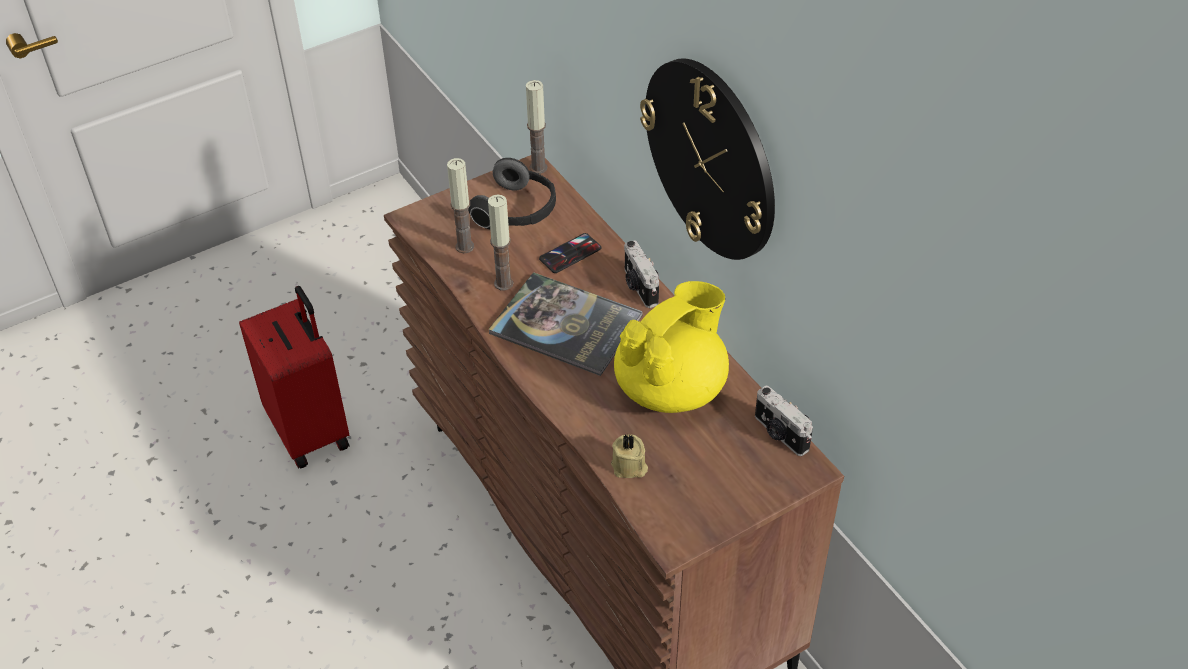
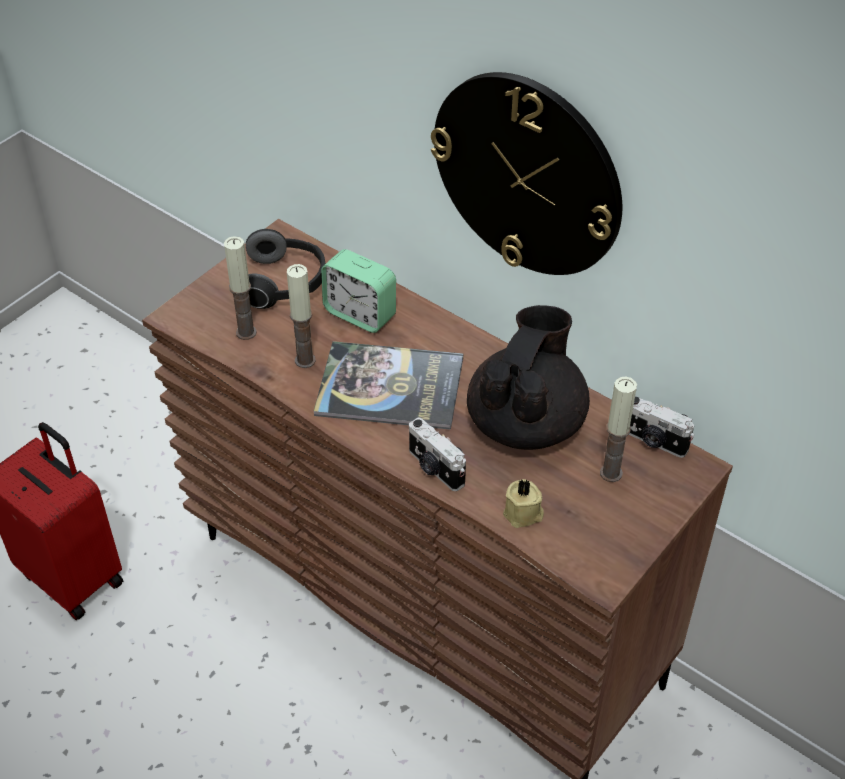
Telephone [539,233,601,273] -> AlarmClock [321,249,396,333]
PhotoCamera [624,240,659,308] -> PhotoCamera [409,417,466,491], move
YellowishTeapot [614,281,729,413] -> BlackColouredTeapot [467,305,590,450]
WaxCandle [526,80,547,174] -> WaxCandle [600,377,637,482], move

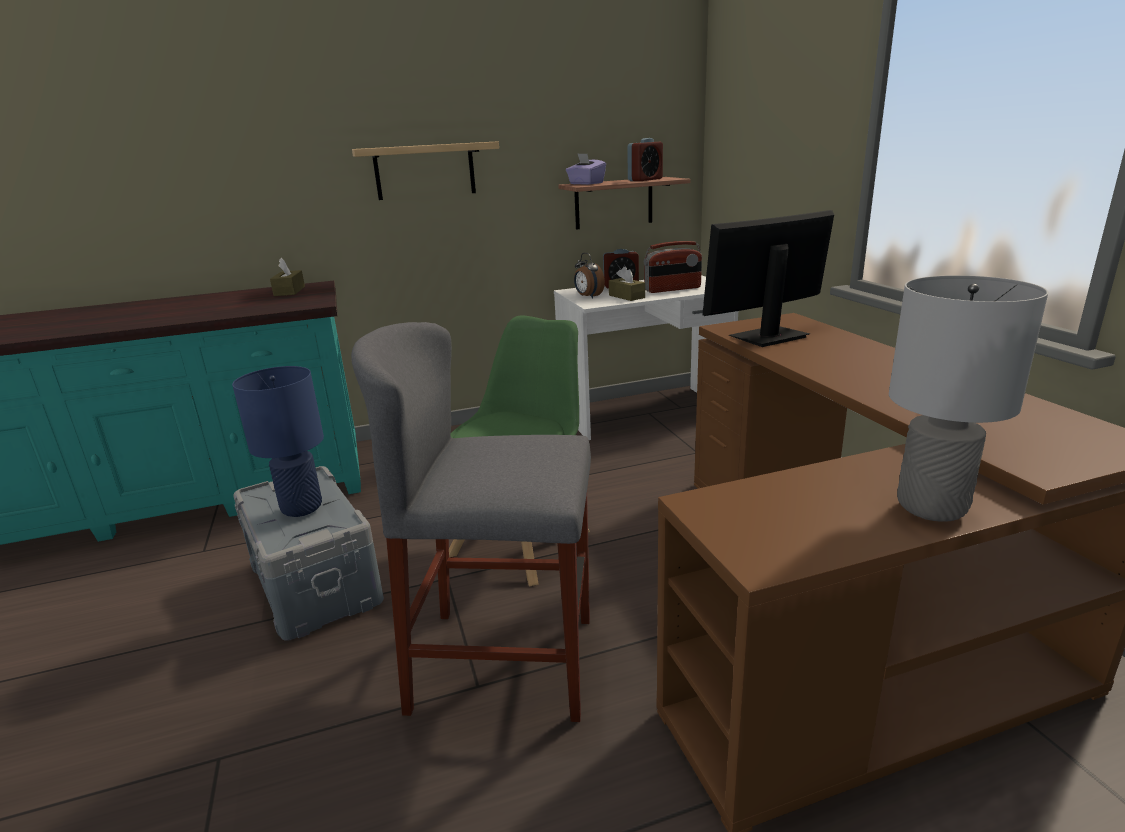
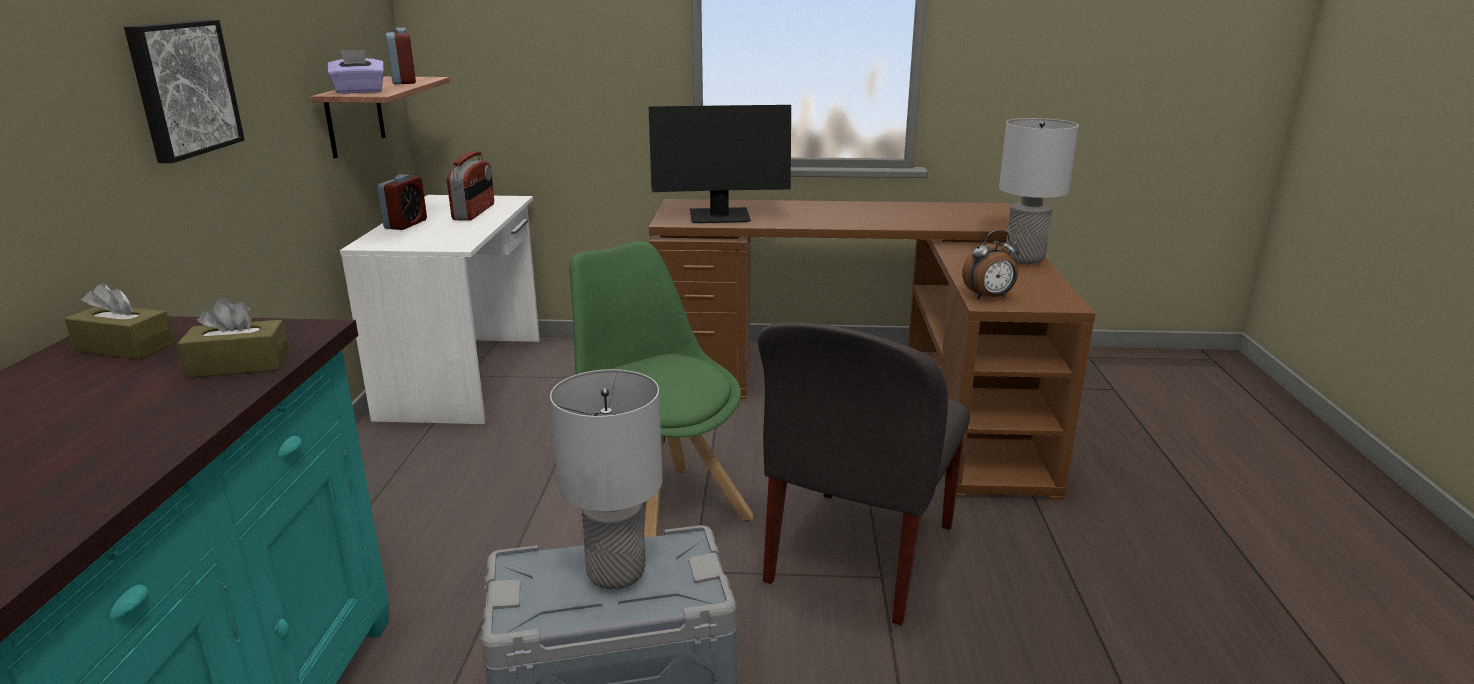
WallShelf [352,141,499,200] -> WallPicture [124,20,245,163]
BrownBoxOfTissues [609,266,645,301] -> BrownBoxOfTissues [177,298,289,378], move
BlueColouredTabletopLamp [232,366,324,517] -> GreyishTabletopLamp [550,369,662,589]
ComputerDisplay [702,210,834,347] -> ComputerDisplay [649,105,791,223], 90 degrees counterclockwise
GreyishStool [351,322,591,722] -> GreyishChair [758,322,970,625]
AlarmClock [574,253,605,299] -> AlarmClock [962,230,1019,299], move

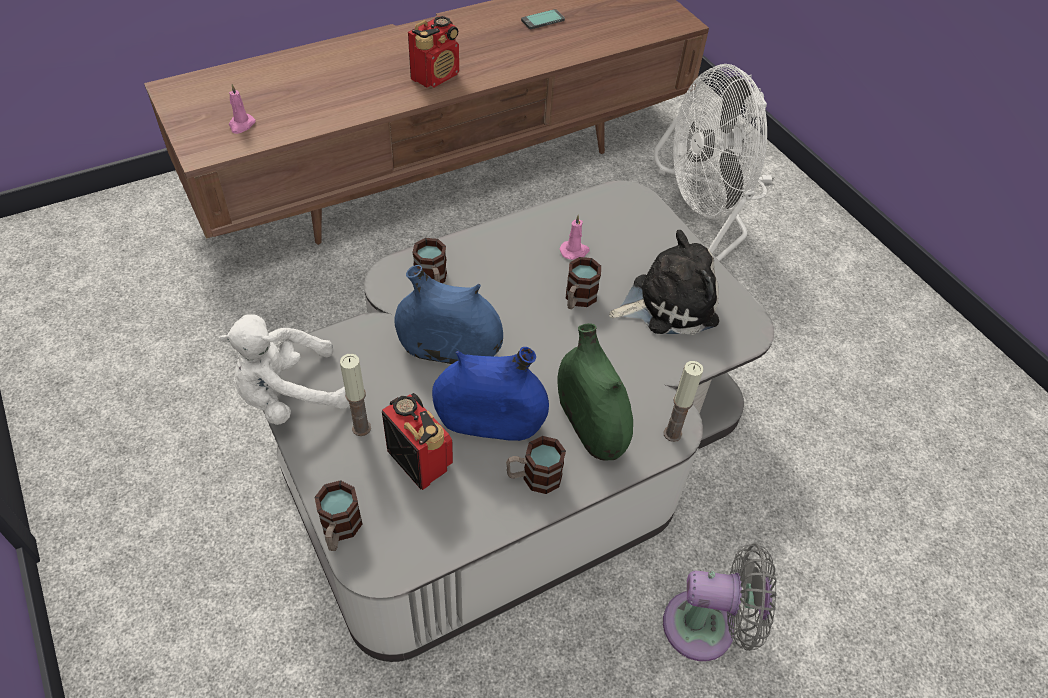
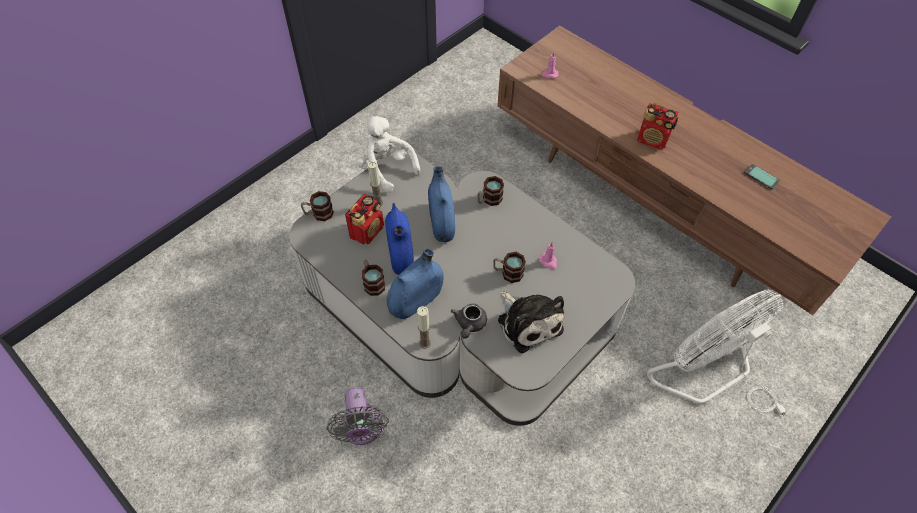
GreenishFlowerVase [558,323,633,461] -> BlueColouredFlowerVase [387,249,444,319]
none -> GreyishTeapot [451,304,487,339]

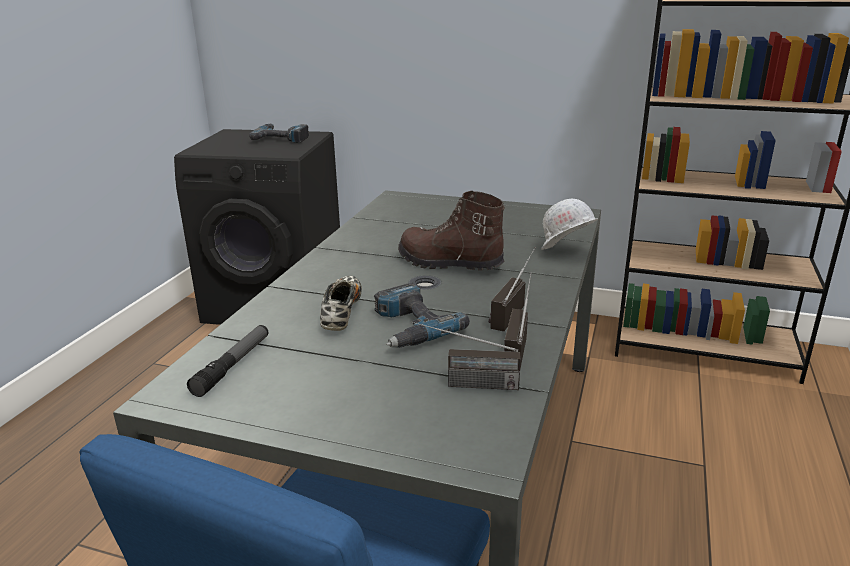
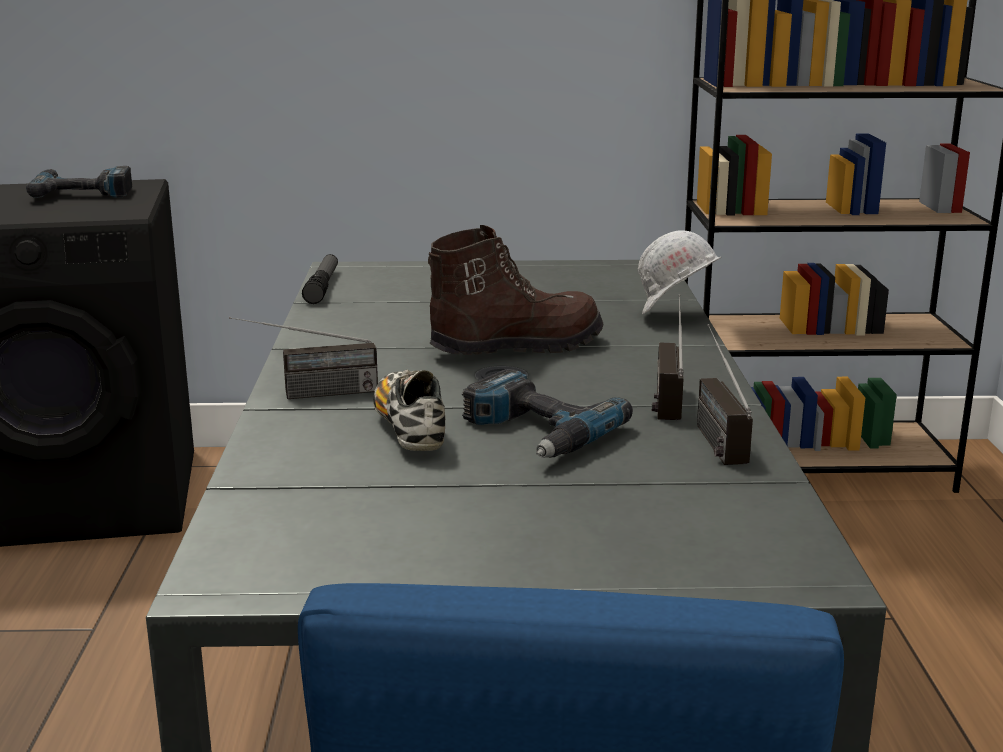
Radio [411,321,520,390] -> Radio [229,317,378,399], move
Flashlight [187,325,268,397] -> Flashlight [302,254,338,304], move
BrownHighTopBoot [398,191,505,270] -> BrownHighTopBoot [428,225,604,355], 150 degrees clockwise

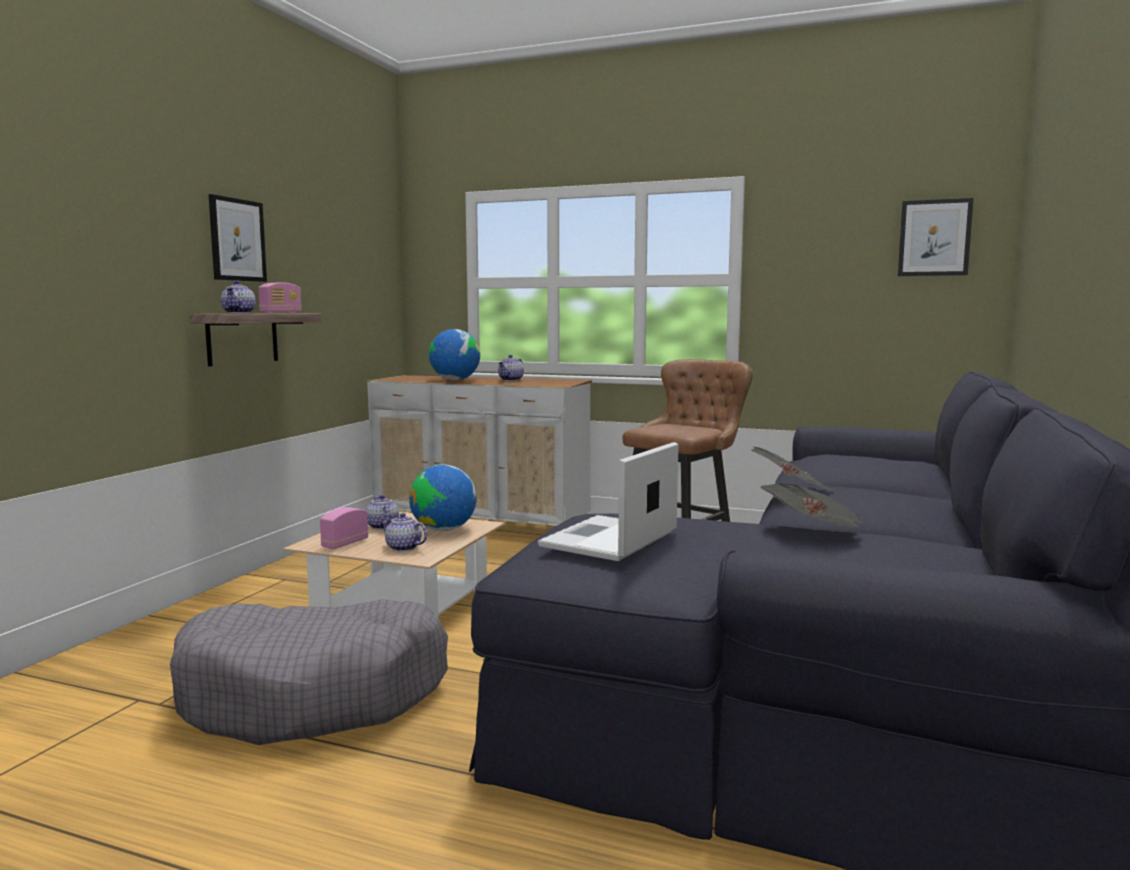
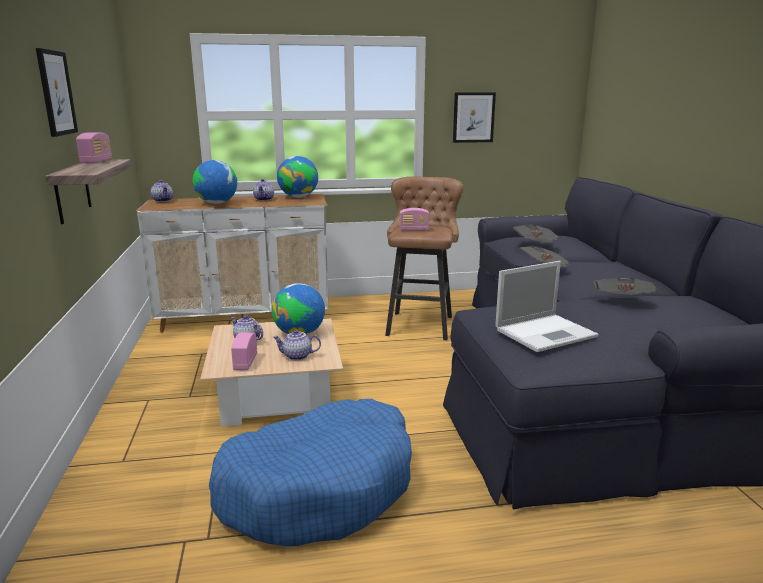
Teapot [221,281,256,313] -> Teapot [151,180,173,202], move
GreyishPetBed [170,599,448,745] -> BlueColouredPetBed [209,399,412,546]
none -> WorldGlobe [277,156,318,198]
none -> Radio [400,208,429,231]
WallPicture [898,198,974,276] -> WallPicture [453,92,496,143], move
NotebookComputer [538,442,678,561] -> NotebookComputer [495,261,599,352], 120 degrees counterclockwise
none -> Newspaper [513,225,559,242]

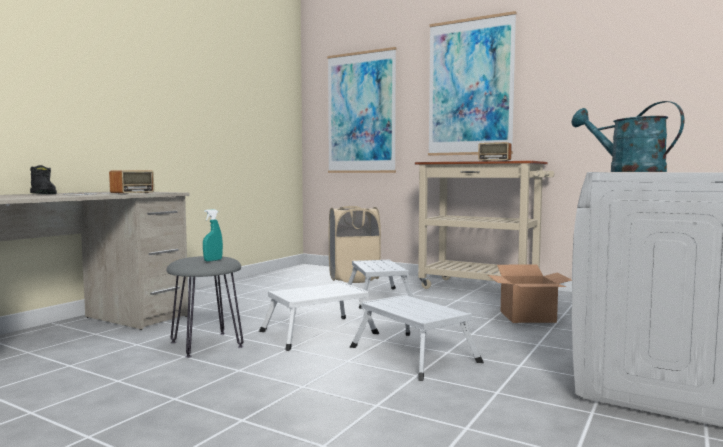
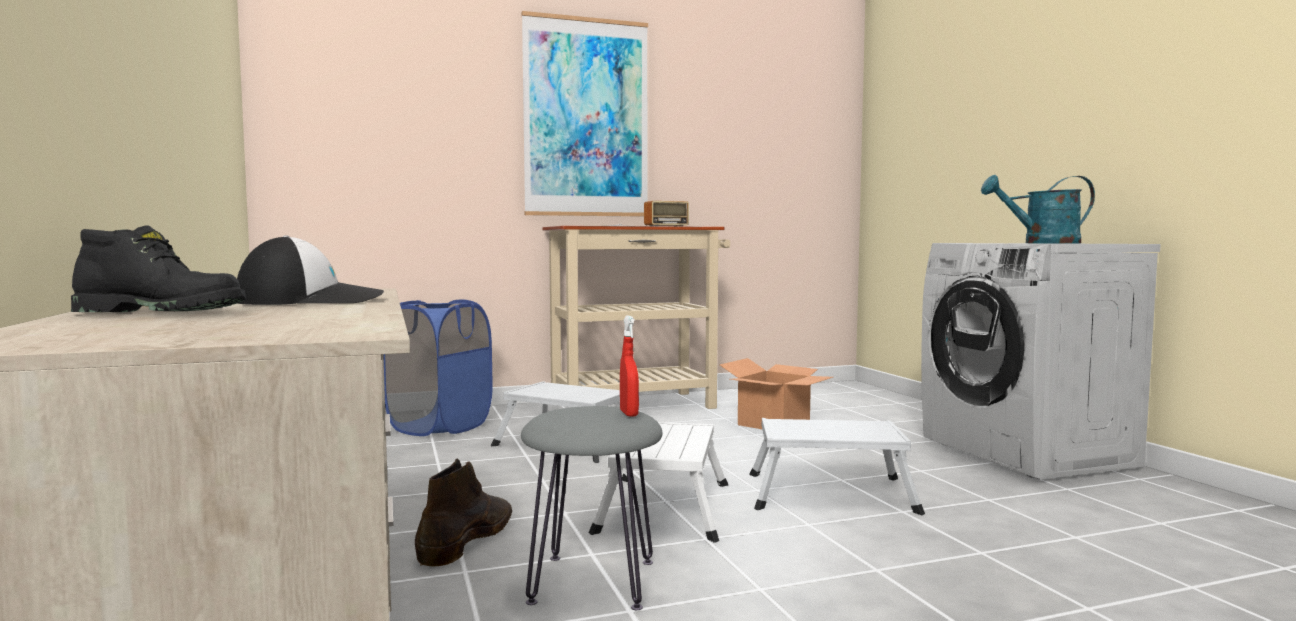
Radio [62,170,154,195] -> BaseballCap [237,235,384,305]
SandColouredHamper [329,206,381,283] -> BlueColouredHamper [383,300,493,436]
none -> BrownHighTopBoot [415,459,512,566]
TurquoiseColouredSprayer [203,209,223,262] -> RedSprayer [620,316,639,416]
WallPicture [327,47,397,173] -> none

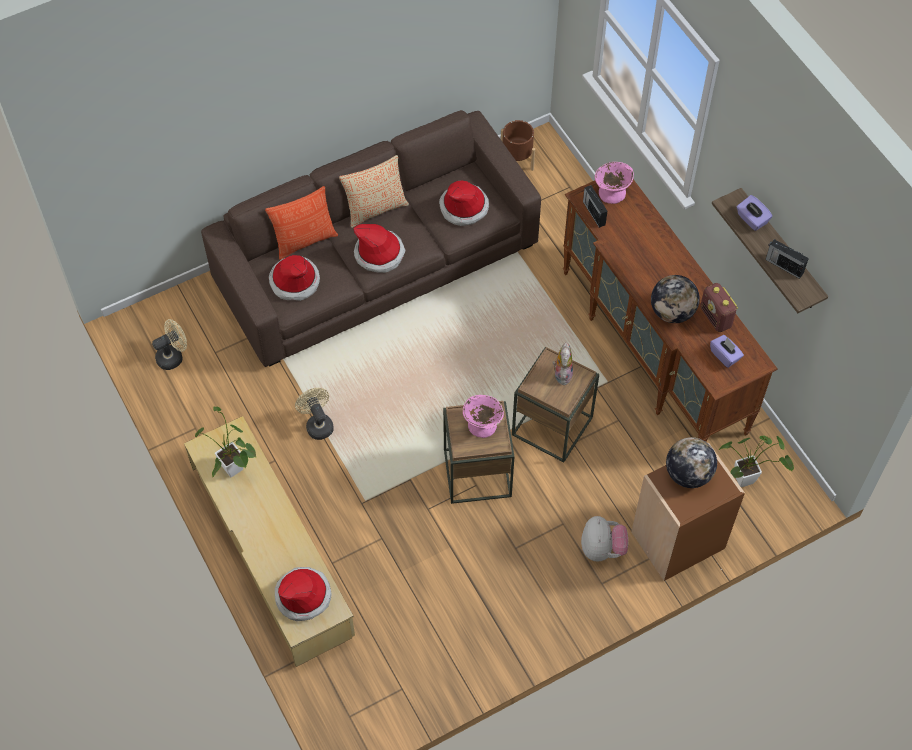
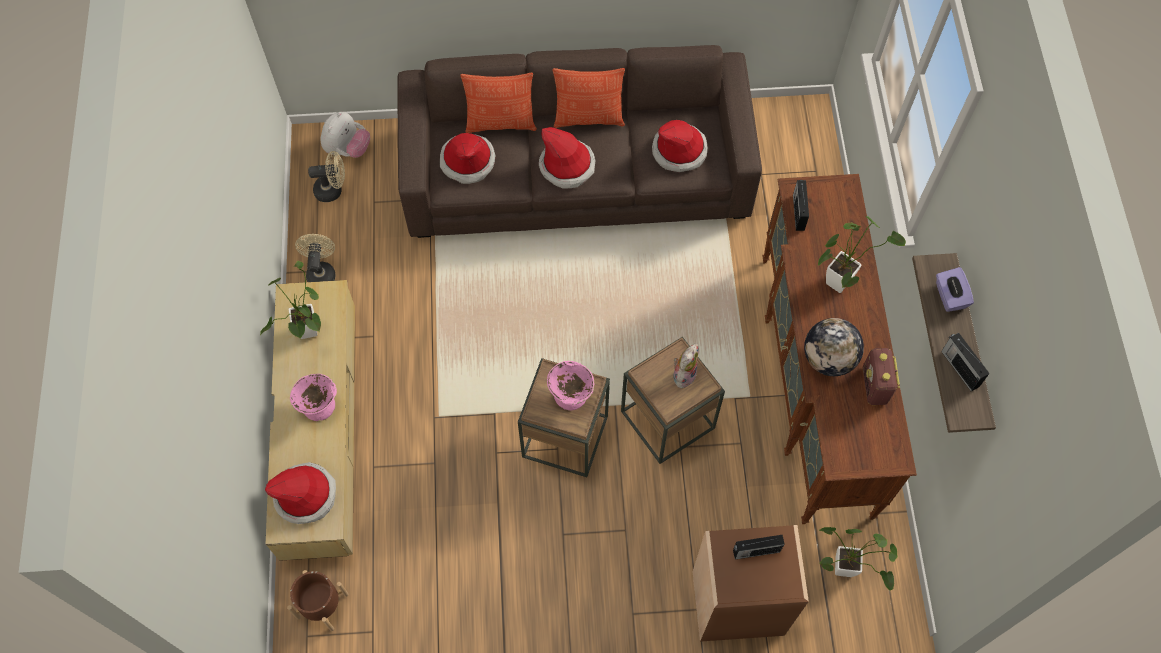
BrownPlanter [501,120,535,171] -> BrownPlanter [287,570,349,631], move
PinkishDeepDish [595,162,634,204] -> PinkishDeepDish [290,374,337,421], move
SandColouredCoolingFan [295,388,334,440] -> SandColouredCoolingFan [295,234,335,282], move
CuddlyToy [581,516,628,561] -> CuddlyToy [320,112,370,158], move
SandColouredPillow [339,155,409,228] -> OrangePillow [553,68,625,128]
WorldGlobe [666,437,717,488] -> Radio [733,535,785,560]
none -> PottedPlant [818,216,906,293]
PurplishBoxOfTissues [710,335,744,368] -> none

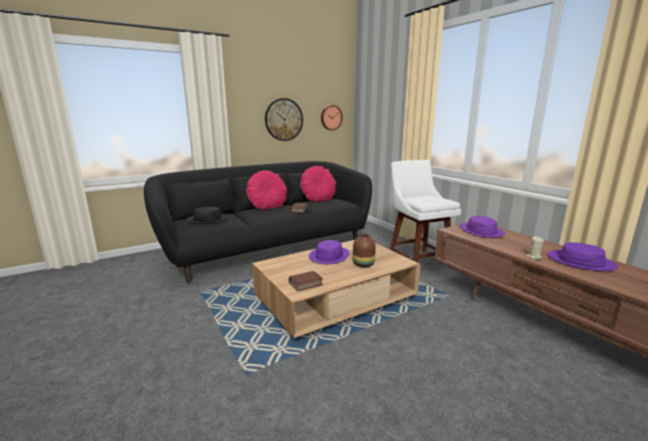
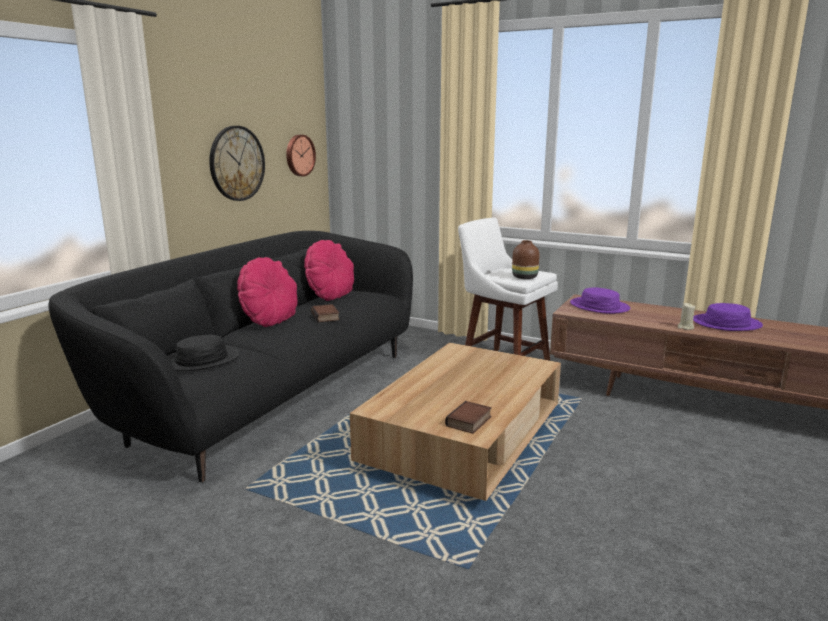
BrownFlowerVase [353,234,376,267] -> BrownFlowerVase [512,240,539,279], move
PurplishHat [309,240,350,264] -> none

